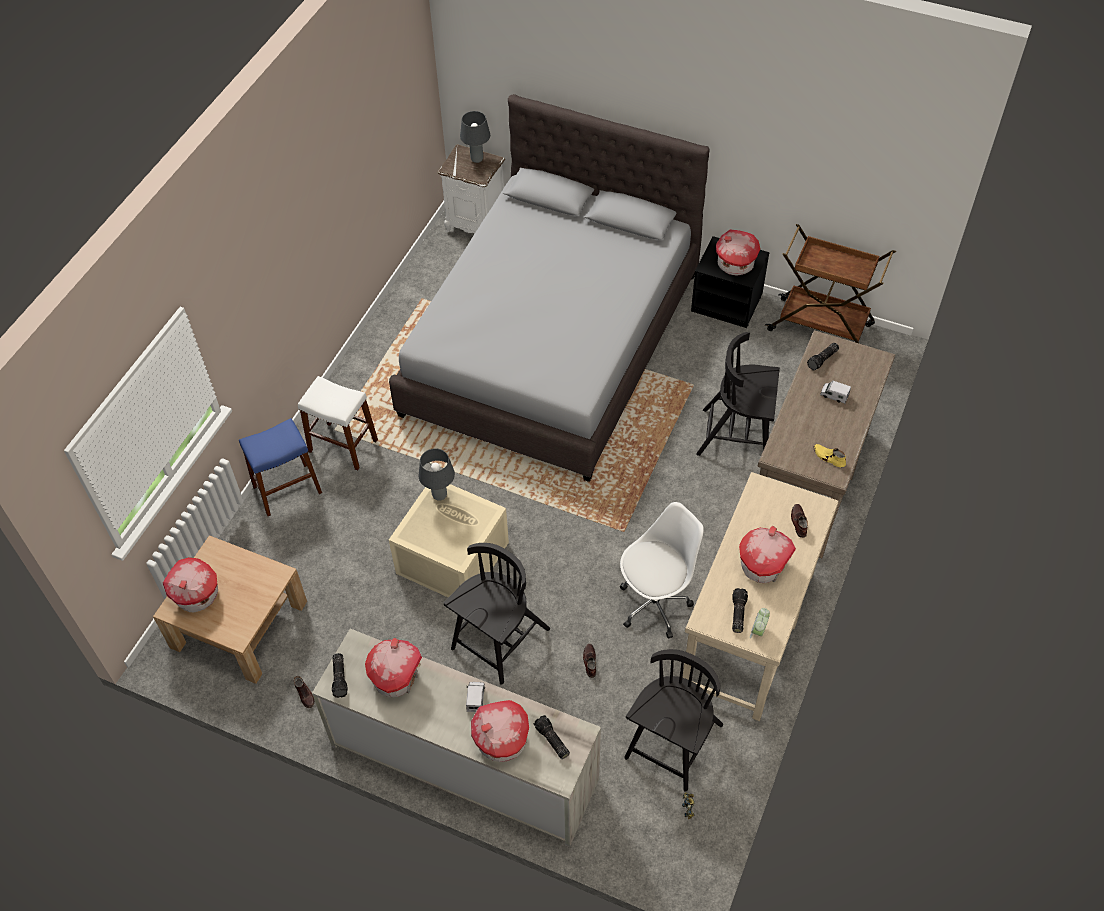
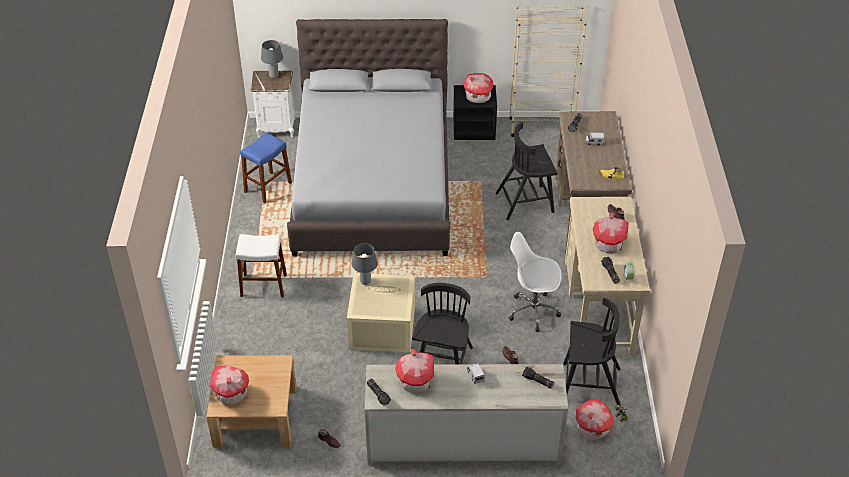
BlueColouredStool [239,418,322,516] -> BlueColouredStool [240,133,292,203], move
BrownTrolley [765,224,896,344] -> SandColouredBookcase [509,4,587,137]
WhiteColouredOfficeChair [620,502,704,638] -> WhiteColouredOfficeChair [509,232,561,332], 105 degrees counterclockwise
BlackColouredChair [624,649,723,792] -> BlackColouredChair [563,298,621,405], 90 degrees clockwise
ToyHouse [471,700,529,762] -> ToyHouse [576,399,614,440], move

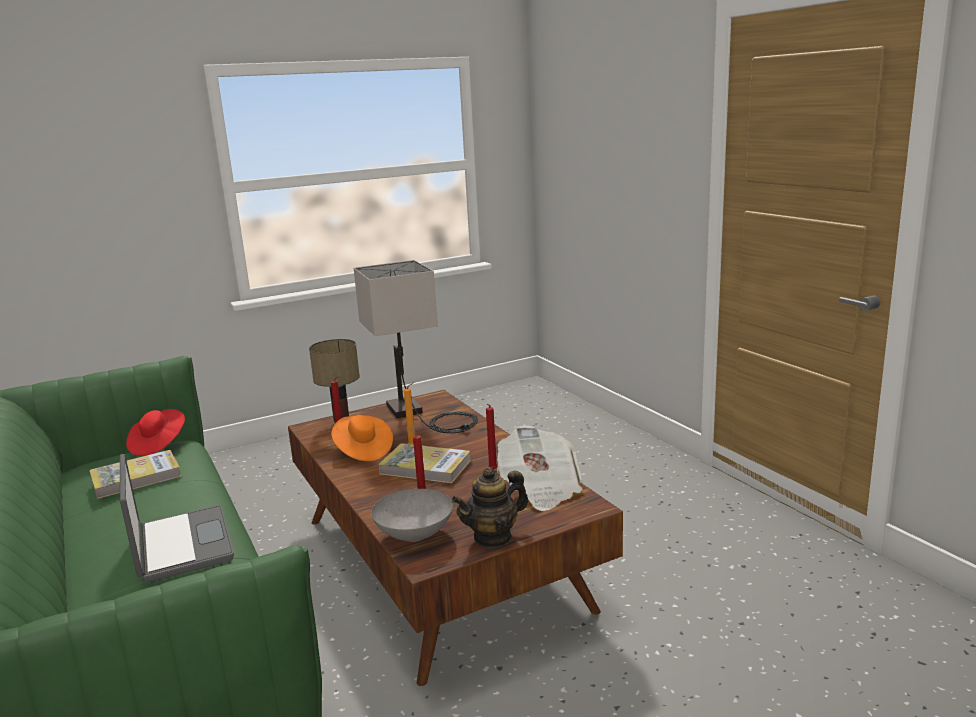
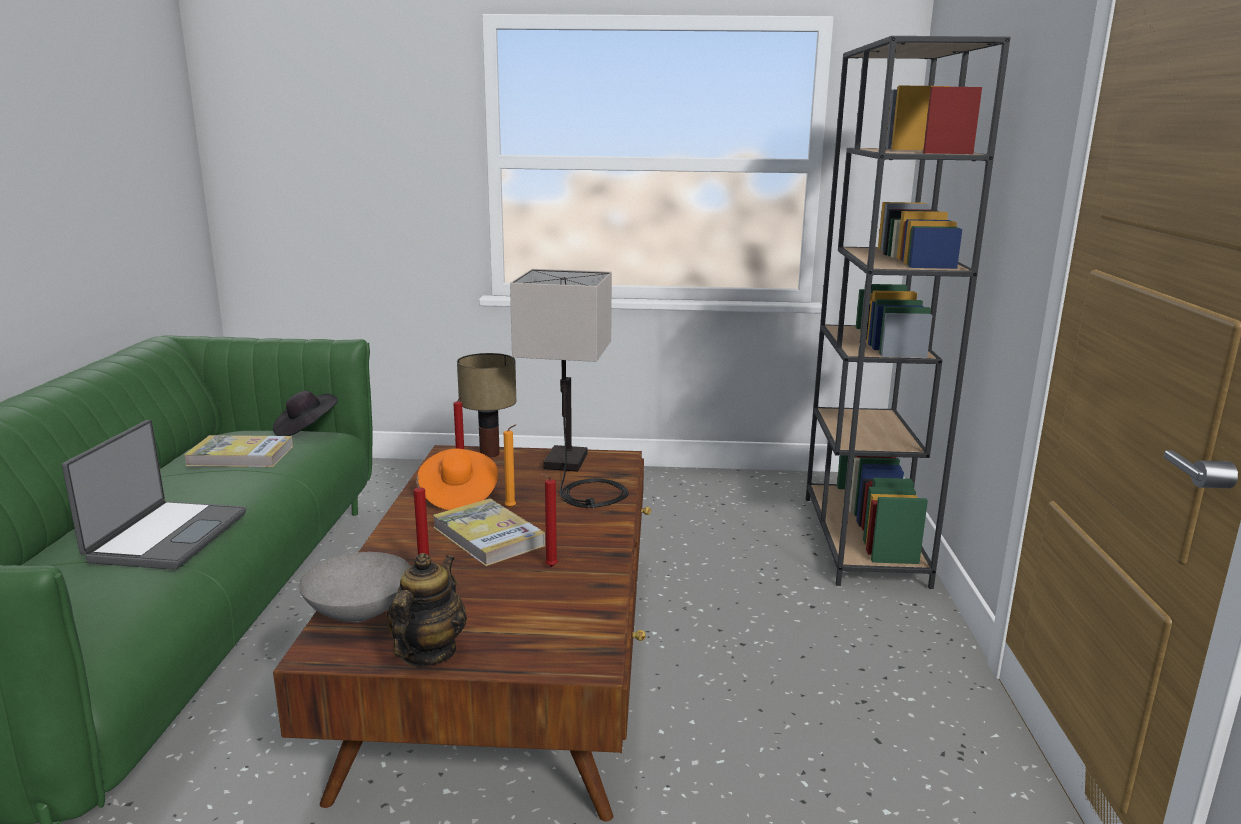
RedHat [126,409,185,456] -> BlackColouredHat [273,391,338,436]
Teapot [452,467,528,548] -> Teapot [387,553,467,666], 105 degrees clockwise
none -> Bookcase [806,36,1010,589]
Newspaper [497,425,582,511] -> none

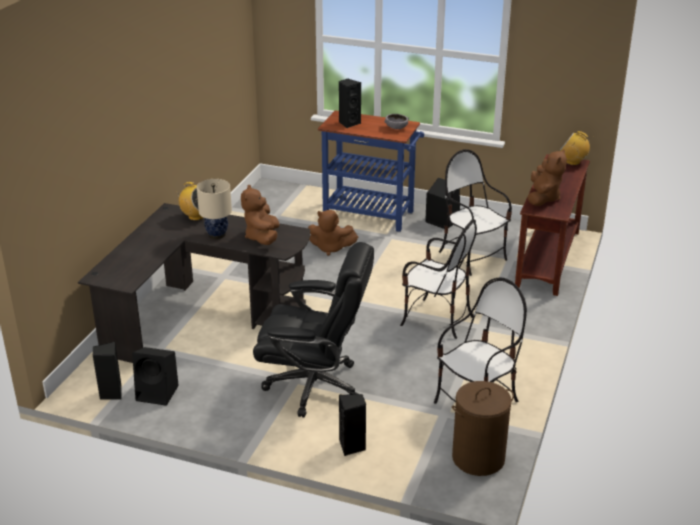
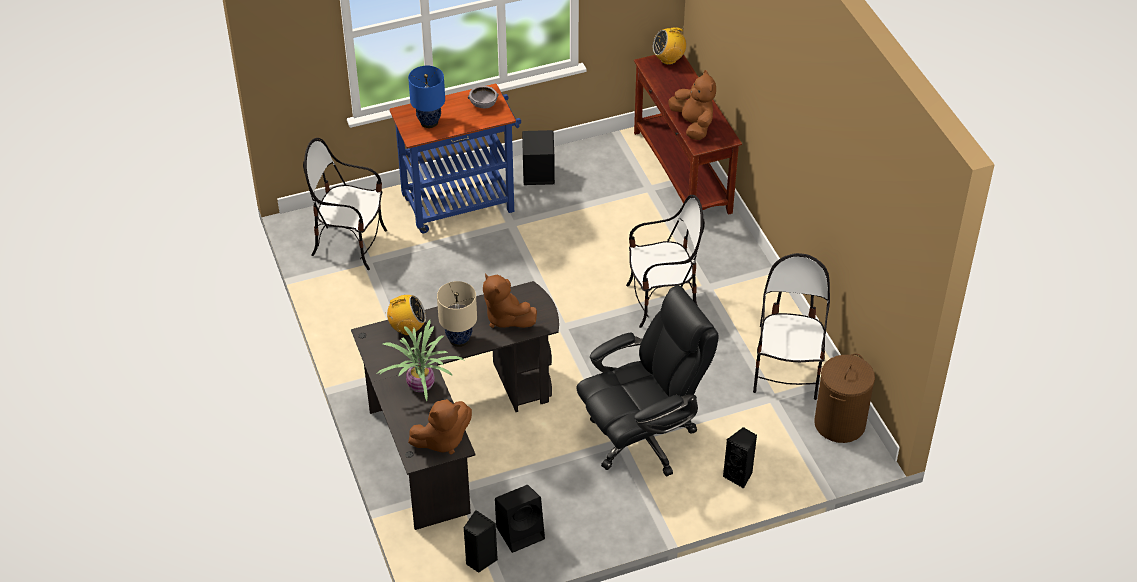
Chair [439,149,512,276] -> Chair [303,138,387,270], move
none -> PottedPlant [377,320,464,401]
BlackColouredLoudspeaker [339,79,361,128] -> BlueColouredTabletopLamp [408,66,445,128]
BrownCuddlyToy [308,210,358,256] -> BrownCuddlyToy [408,399,472,454], move

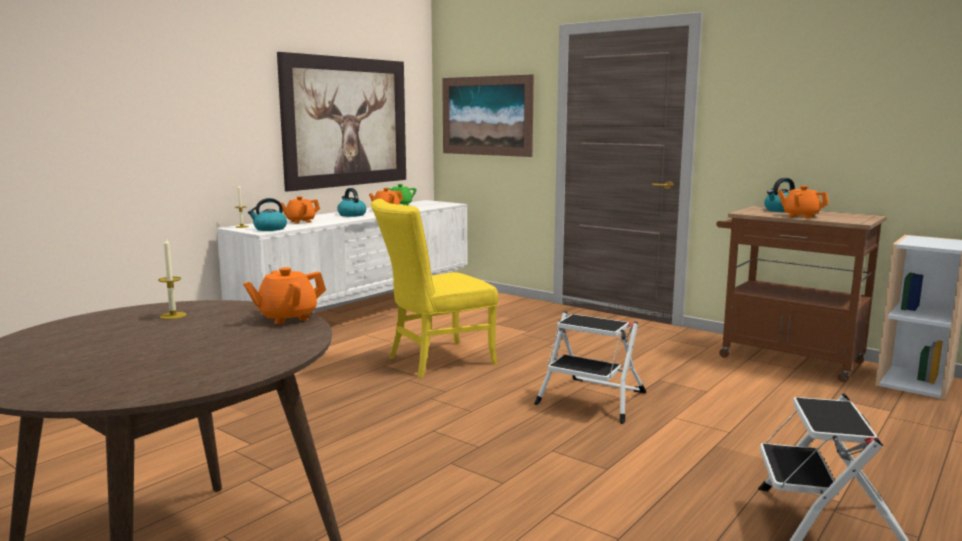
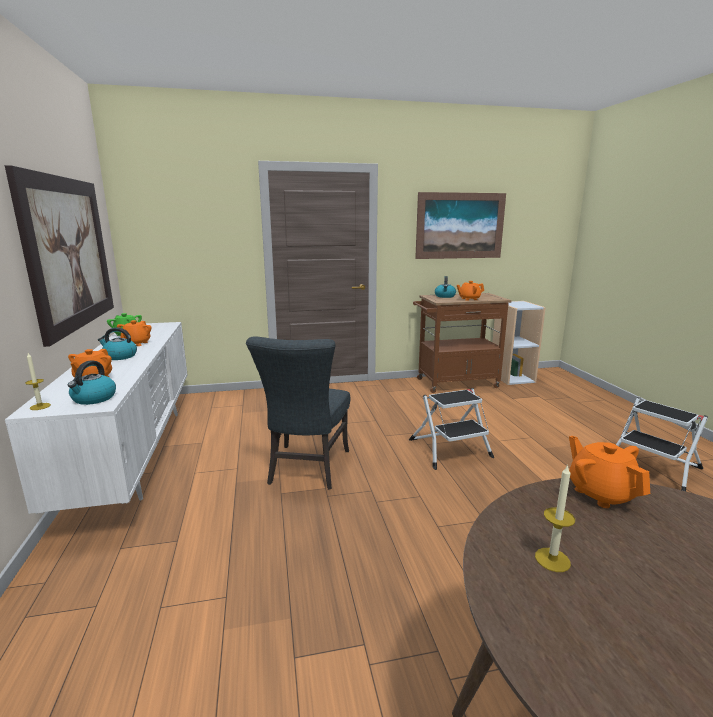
YellowishChair [371,199,498,378] -> GreyishChair [246,336,350,490]
WallPicture [442,74,534,157] -> WallPicture [415,192,506,259], move
OrangeTeapot [243,267,326,324] -> OrangeTeapot [569,436,650,508], 150 degrees clockwise

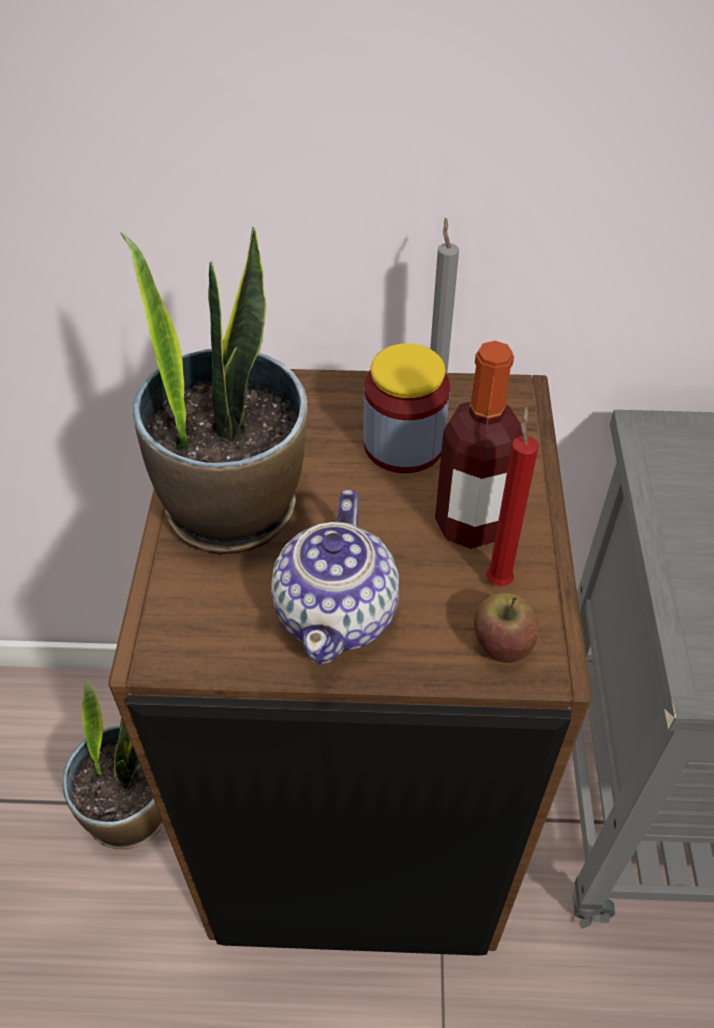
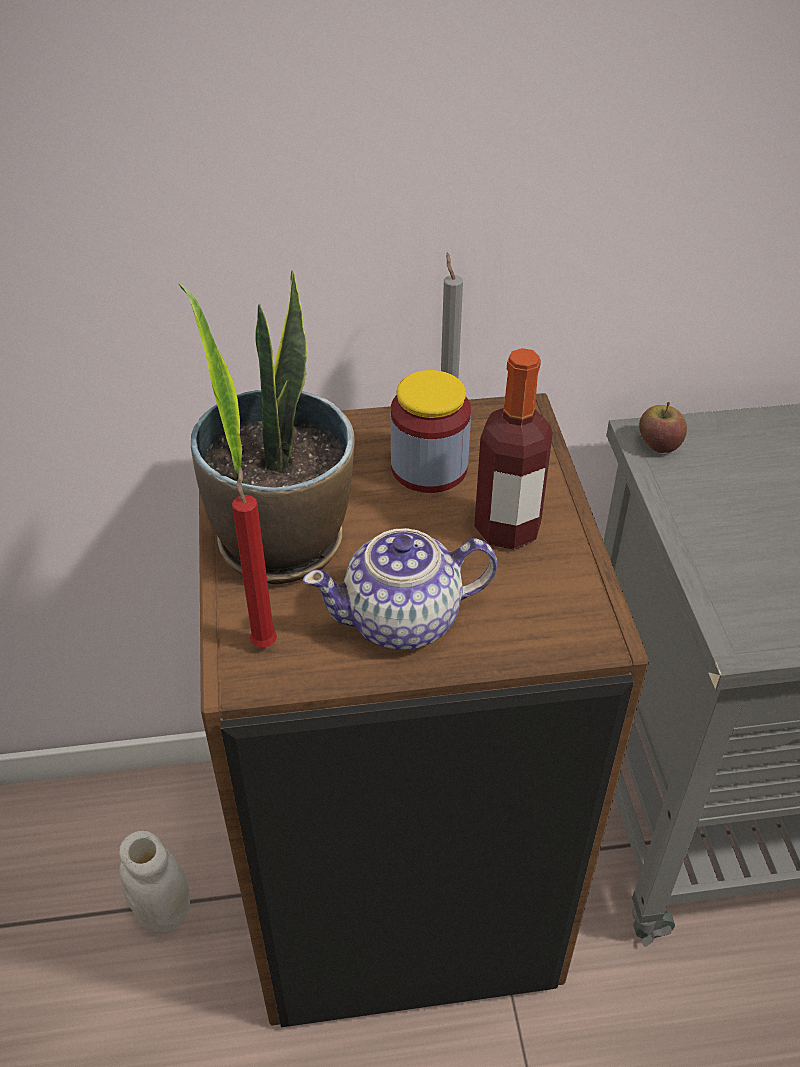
PottedPlant [62,679,163,849] -> WhiteColouredJar [119,831,190,933]
RedWaxCandle [486,406,539,586] -> RedWaxCandle [232,467,277,648], move
Teapot [271,489,399,664] -> Teapot [303,528,497,650], 75 degrees clockwise
Apple [474,593,538,663] -> Apple [639,402,687,453], move

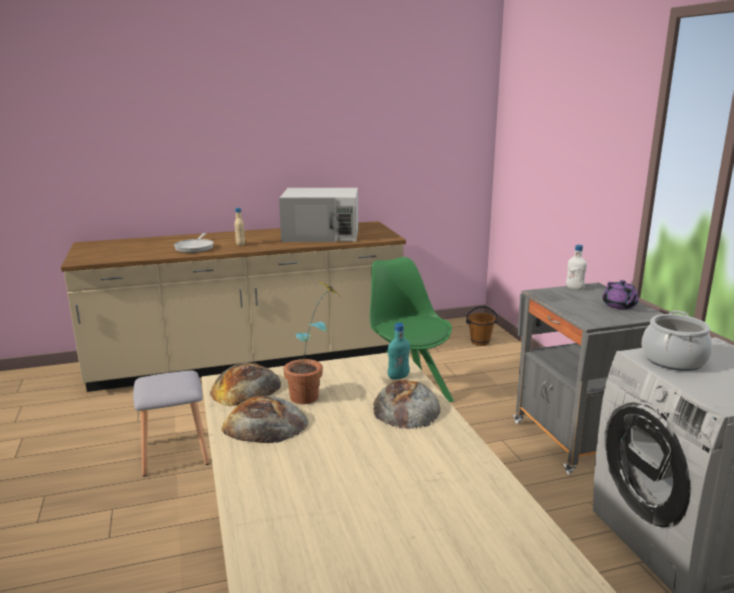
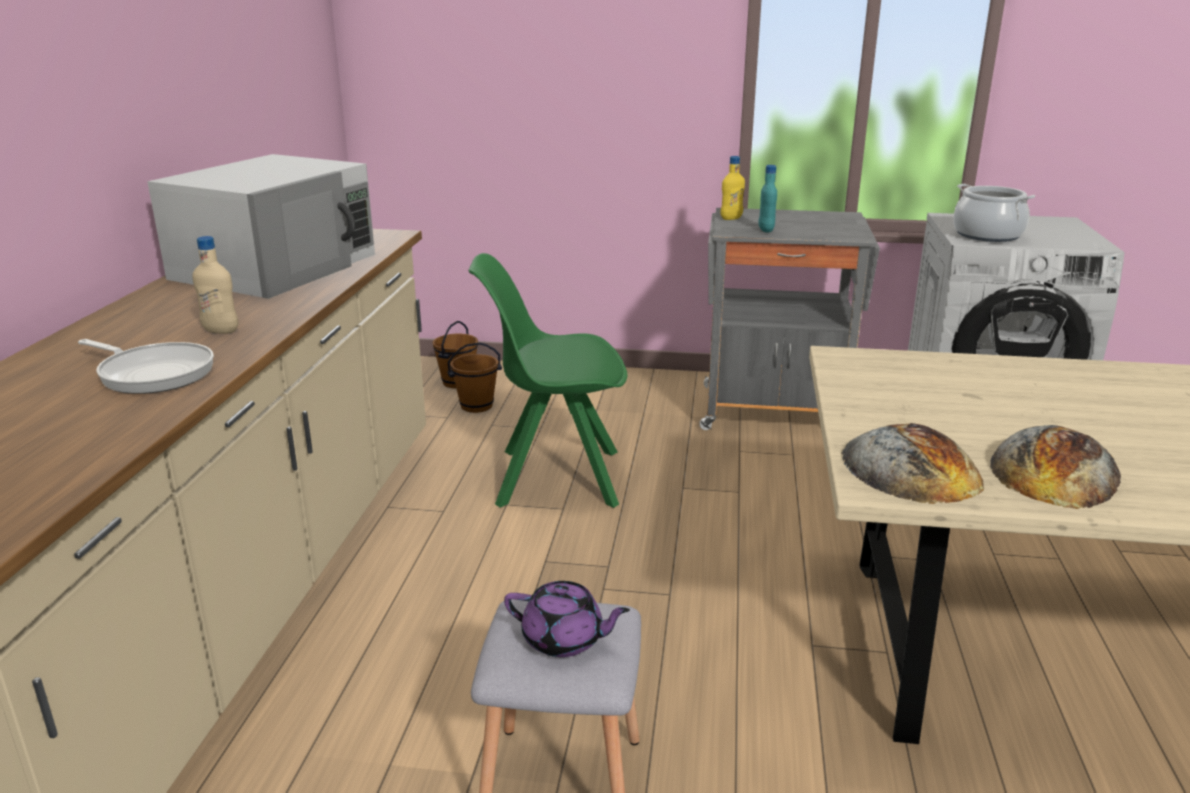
none -> BrownWaterBucket [447,342,502,413]
PurplishTeapot [602,280,639,309] -> PurplishTeapot [504,581,630,657], move
WhiteColouredBeverageBottle [566,245,587,290] -> YellowishBeverageBottle [720,156,745,220]
TurquoiseColouredBeverageBottle [388,323,410,380] -> TurquoiseColouredBeverageBottle [759,165,777,232], move
PottedPlant [283,282,344,404] -> none
BakedBread [373,380,441,429] -> none

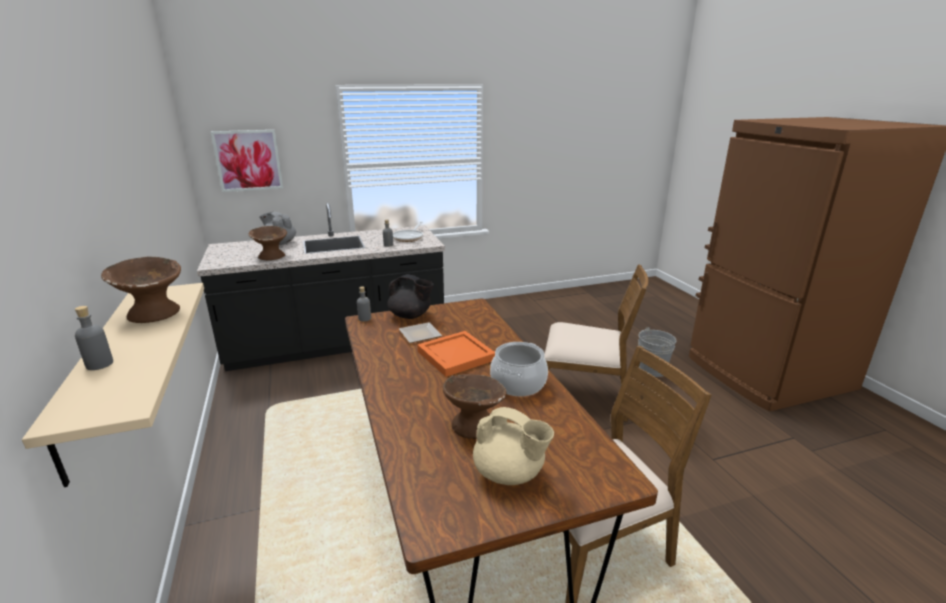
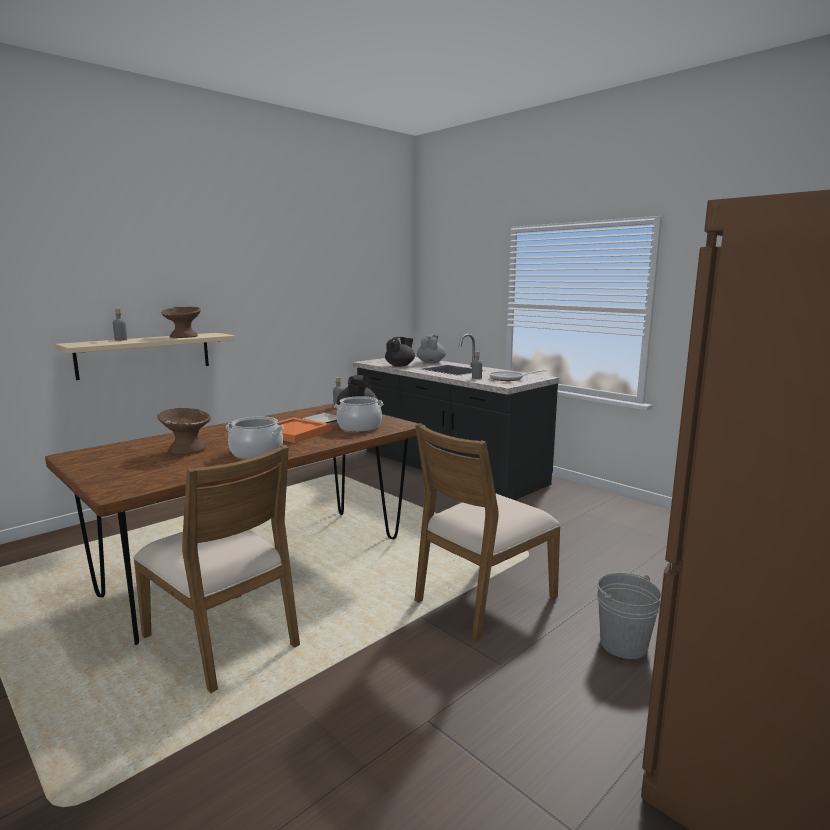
none -> Stockpot [334,396,384,432]
BrownDeepDish [249,226,287,260] -> BlackColouredTeapot [385,337,415,367]
BrownChair [544,264,649,422] -> BrownChair [415,423,561,640], 60 degrees clockwise
WallPicture [211,130,283,192] -> none
SandColouredTeapot [473,407,554,485] -> none

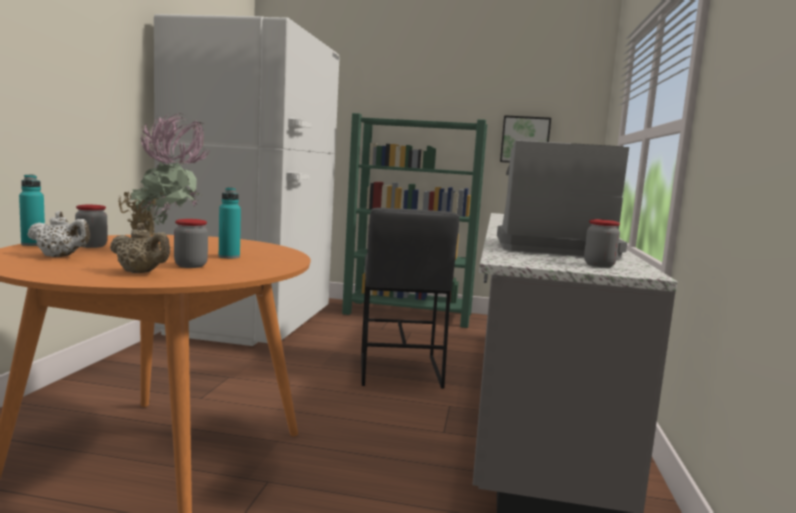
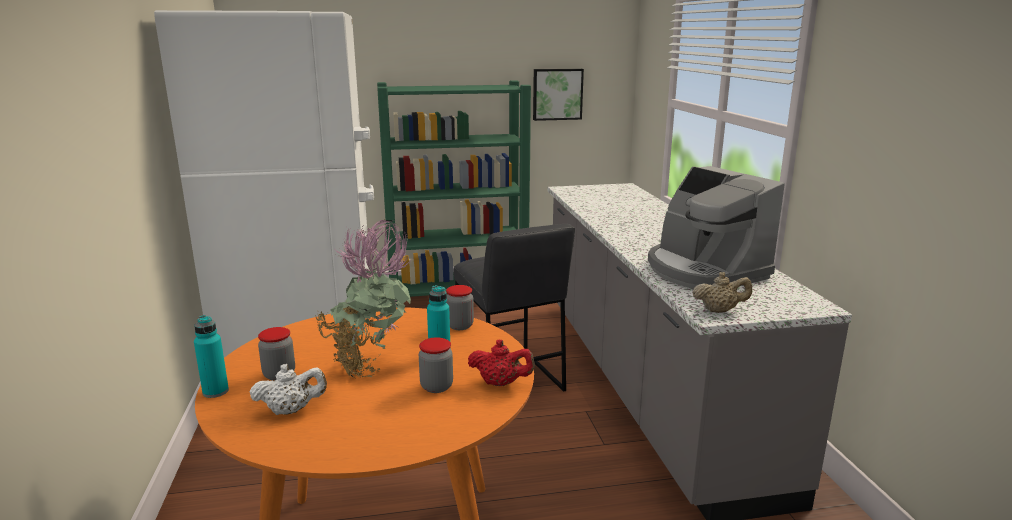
Jar [584,219,620,267] -> Jar [446,285,474,330], move
none -> RedTeapot [468,340,535,386]
CoffeeBrewer [497,140,629,259] -> CoffeeBrewer [648,166,785,289], 105 degrees counterclockwise
SandColouredTeapot [110,223,170,273] -> SandColouredTeapot [692,272,752,313], move

